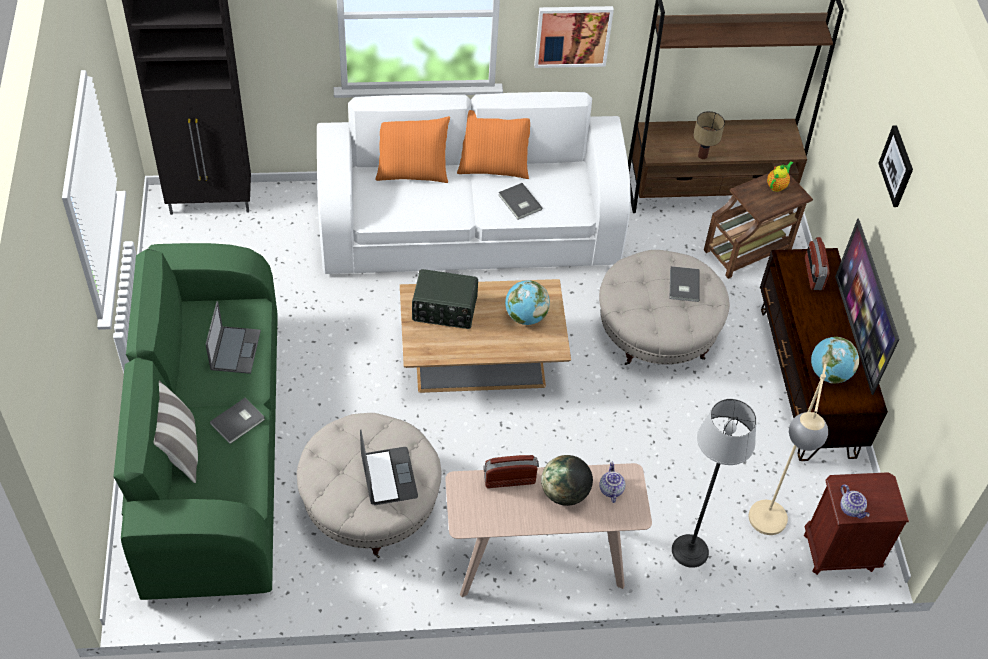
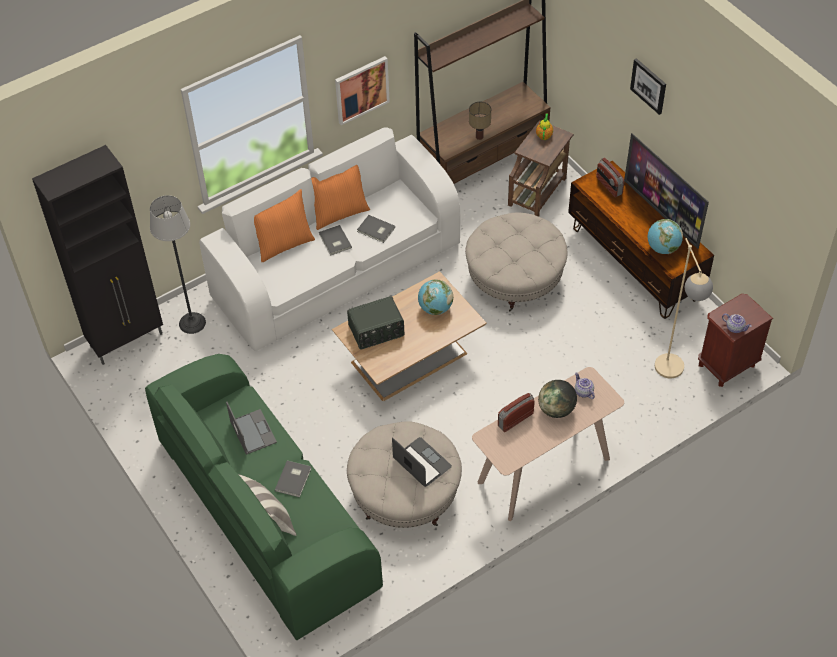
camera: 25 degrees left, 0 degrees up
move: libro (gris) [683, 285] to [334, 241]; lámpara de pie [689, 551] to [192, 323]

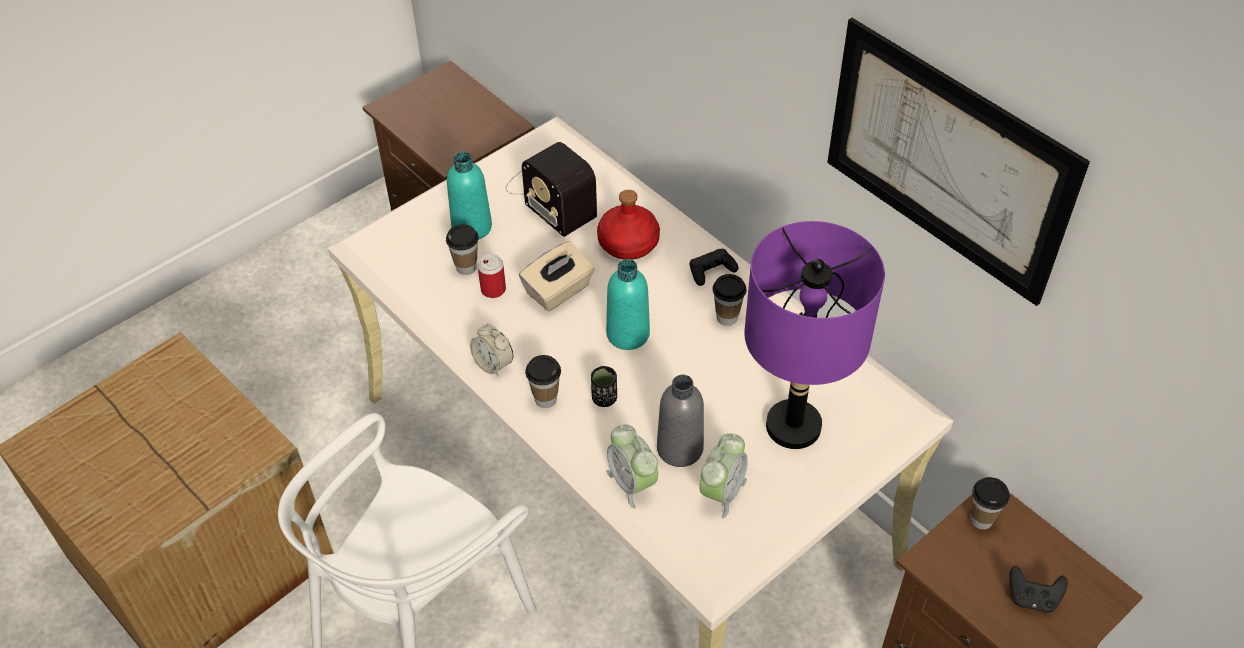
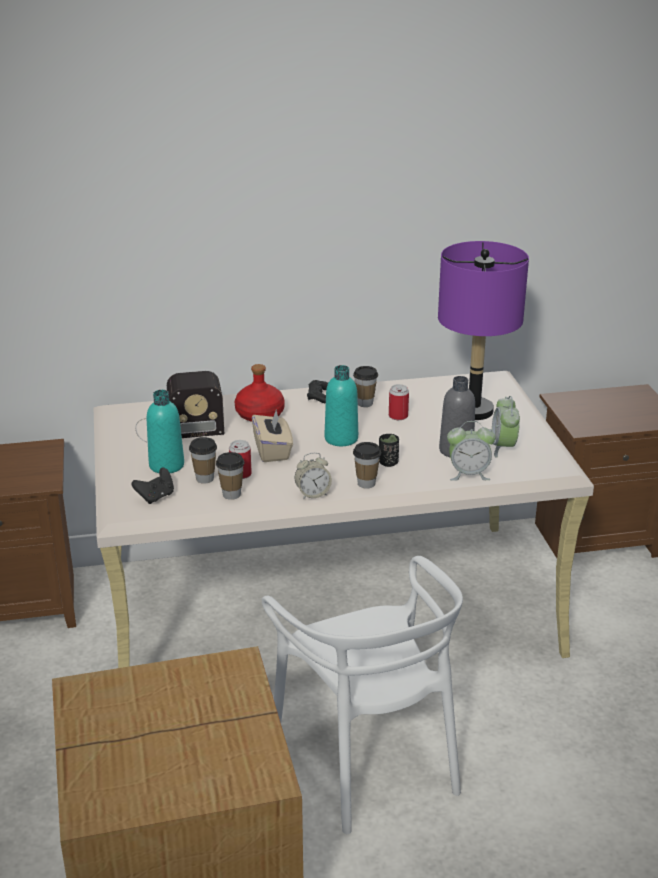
camera: 60 degrees left, 20 degrees down
delete: cuadro [946, 160]
insert: lata [398, 416]
move: taza [981, 519] to [231, 494]; mando de consola (negro) [1032, 598] to [156, 497]
rotate: despertador [722, 492] = [503, 447] 150 degrees counterclockwise

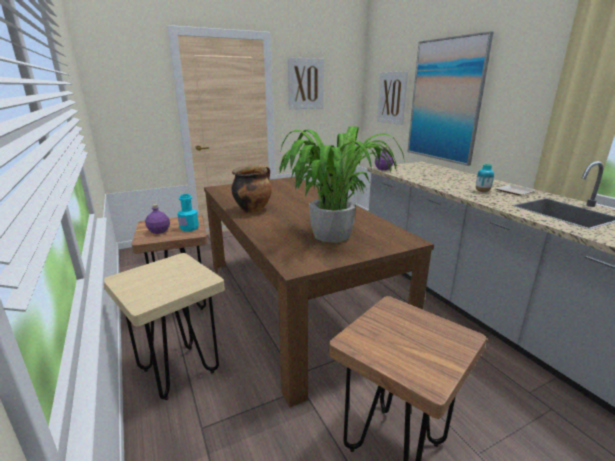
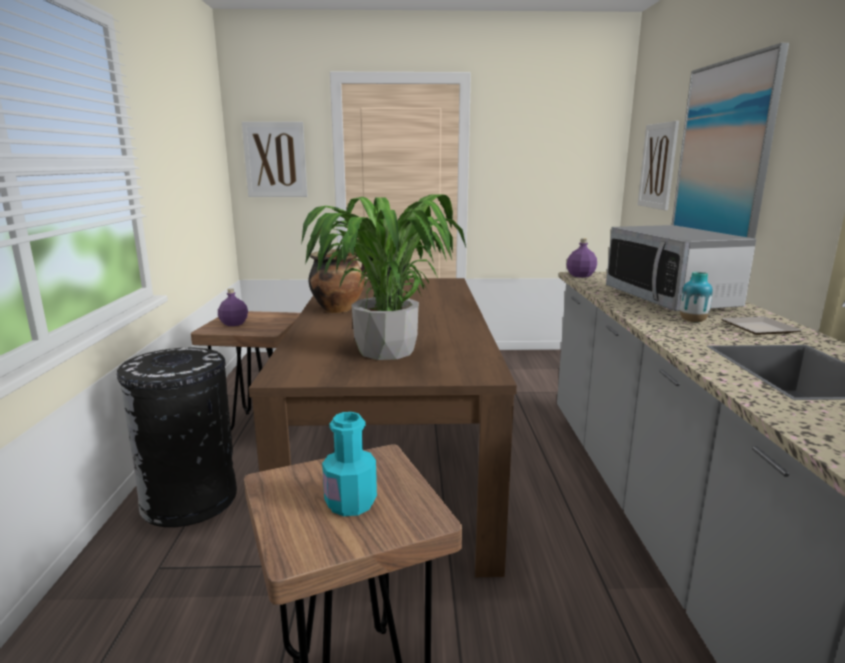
camera: 25 degrees right, 5 degrees down
insert: microondas [670, 299]
move: botella (turquesa) [189, 228] to [351, 503]; cuadro [306, 84] to [275, 160]
replace: taburete (beis) [178, 371] to papelera (negro) [190, 499]

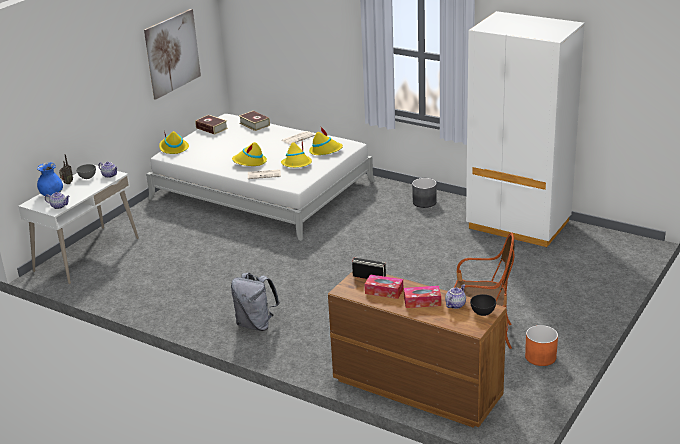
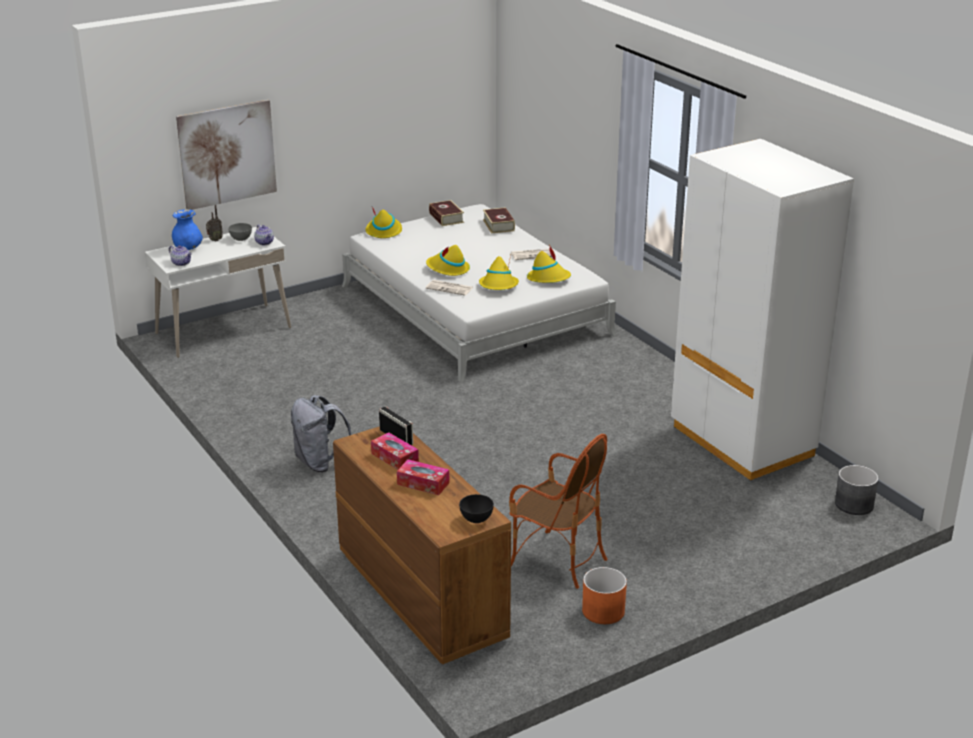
camera: 25 degrees right, 0 degrees up
delete: tetera [455, 304]
move: cuadro [172, 53] to [227, 154]; maceta (gris) [424, 202] to [854, 505]

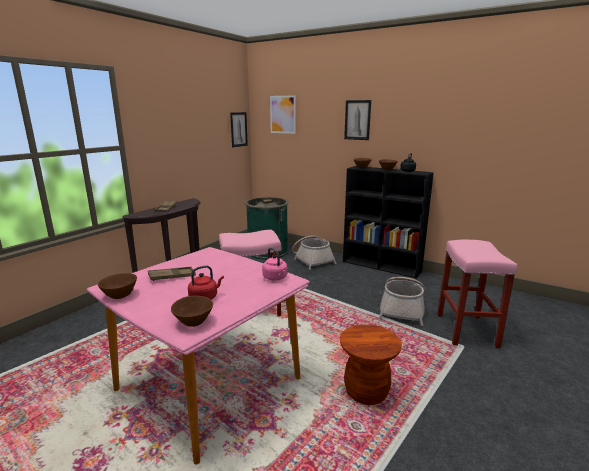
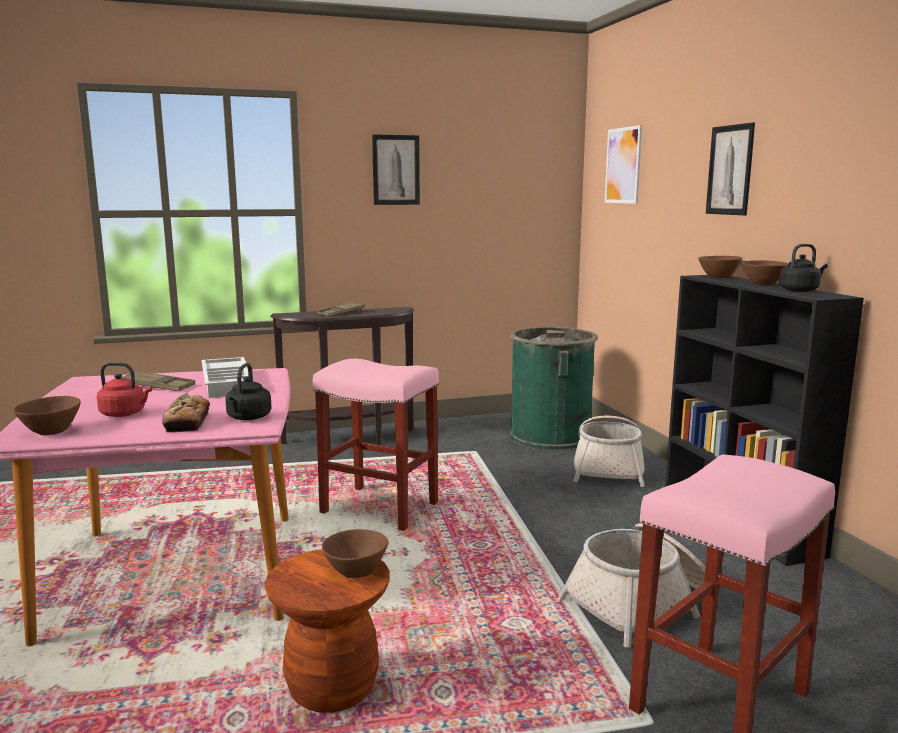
camera: 40 degrees right, 5 degrees down
insert: pan [187, 422]; bandeja (blanco) [228, 383]
move: cuenco (marrón) [119, 295] to [355, 570]; cuadro [238, 129] to [396, 170]
recolor: hervidor (rosa) [275, 278] to hervidor (negro) [248, 418]

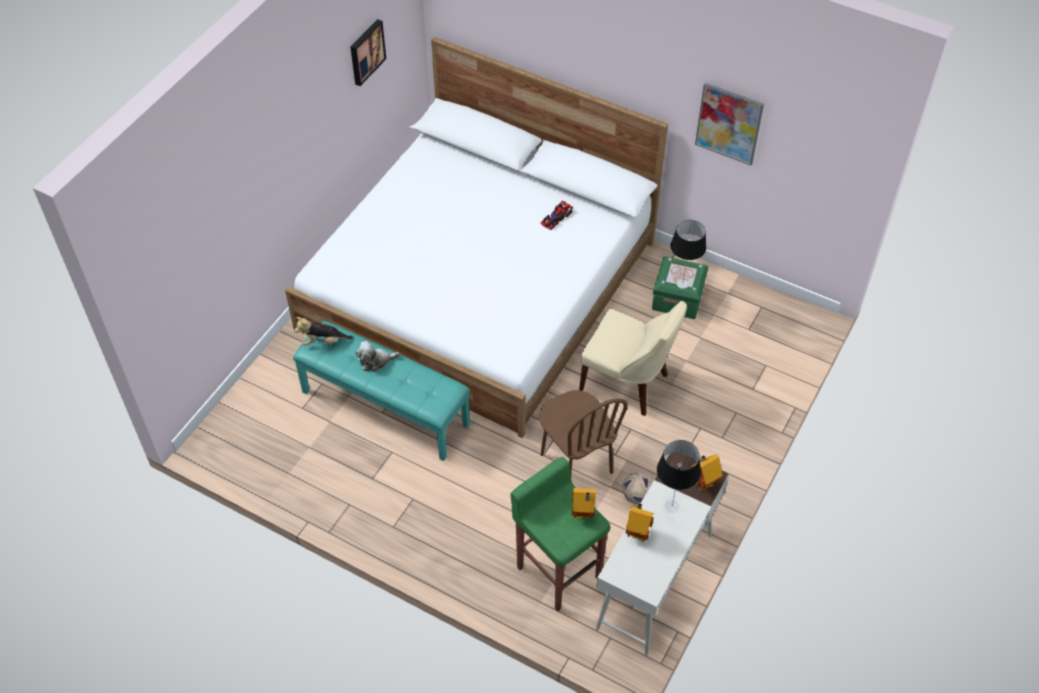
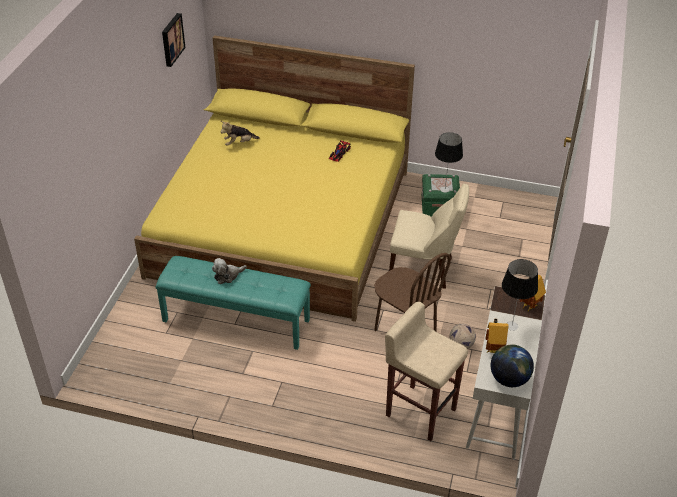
camera: 15 degrees left, 10 degrees down
delete: casita [583, 515]; cuadro [729, 123]
insert: globo terráqueo [509, 379]
move: peluche [323, 341] to [239, 143]
recolor: cama (blanco) [479, 285] to cama (amarillo) [283, 222]; taburete (verde) [558, 571] to taburete (beis) [420, 411]

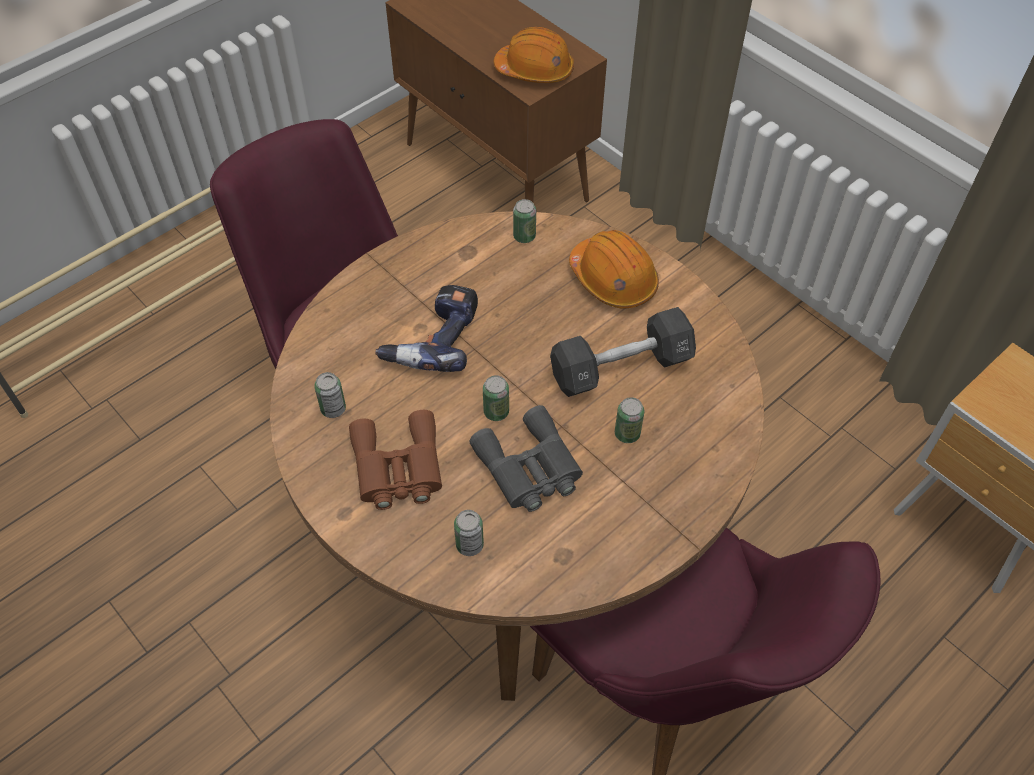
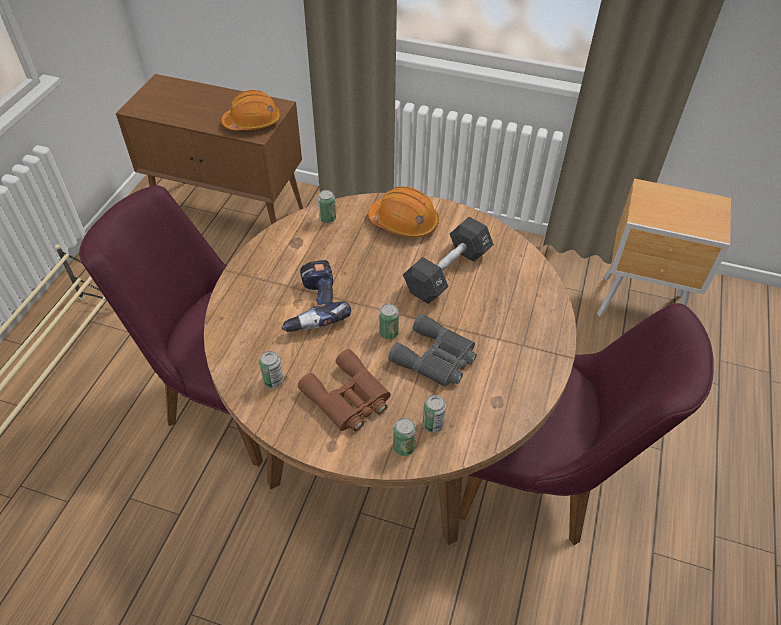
camera: 30 degrees left, 5 degrees down
move: lata [627, 434] to [404, 447]

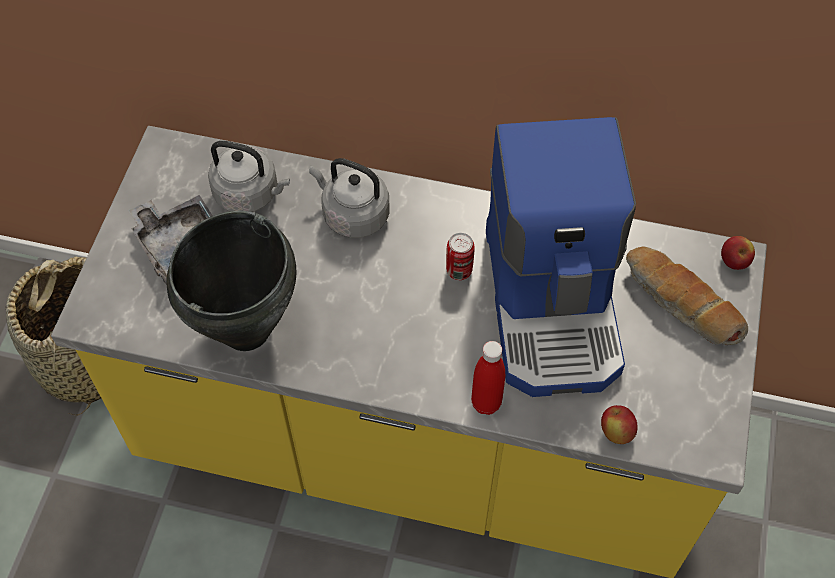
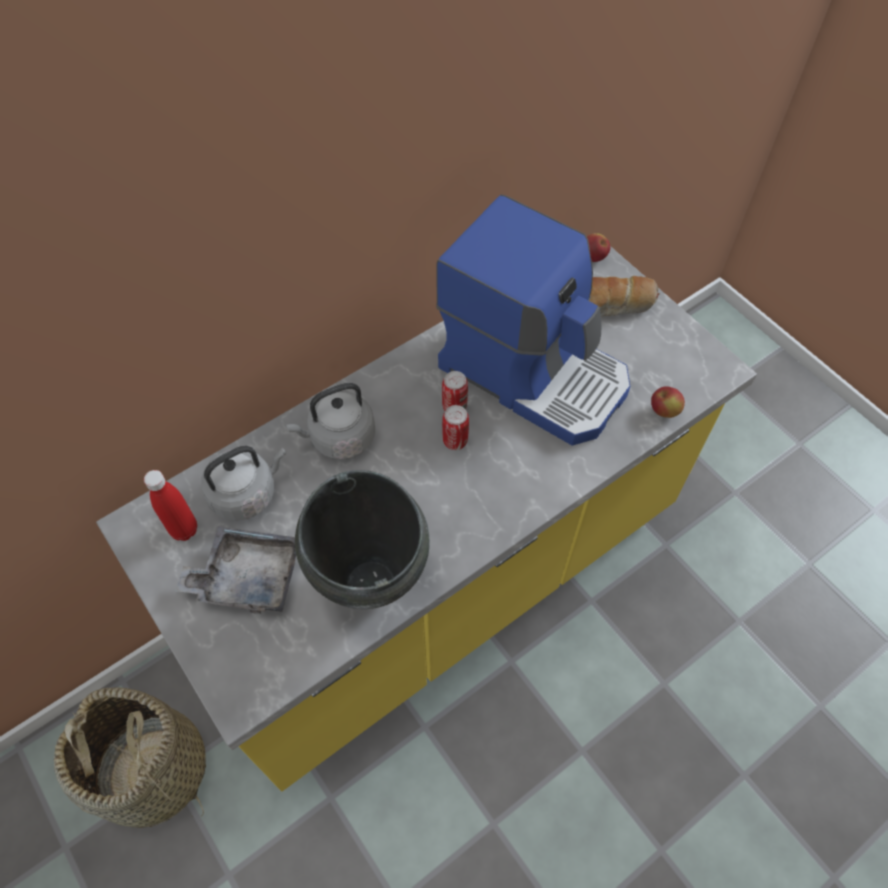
camera: 50 degrees left, 0 degrees up
insert: lata [455, 441]
move: botella (rojo) [486, 403] to [184, 529]

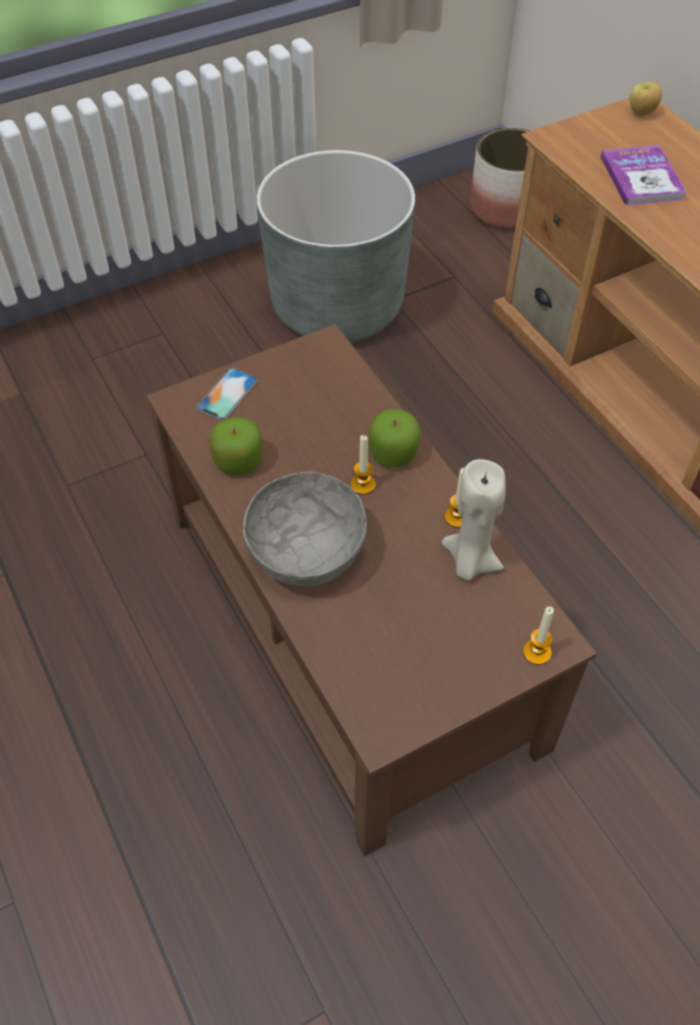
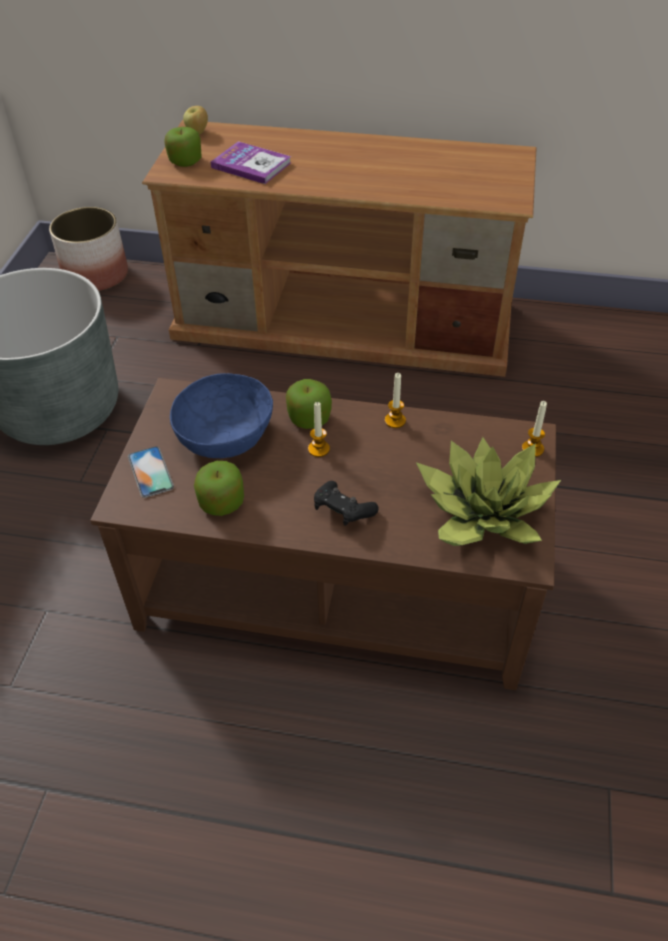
camera: 50 degrees left, 5 degrees down
delete: vela (beis) [470, 562]
insert: manzana [185, 161]; cuenco (azul) [225, 435]; planta en maceta [482, 513]
replace: cuenco (gris) [306, 550] to mando de consola (negro) [343, 511]

